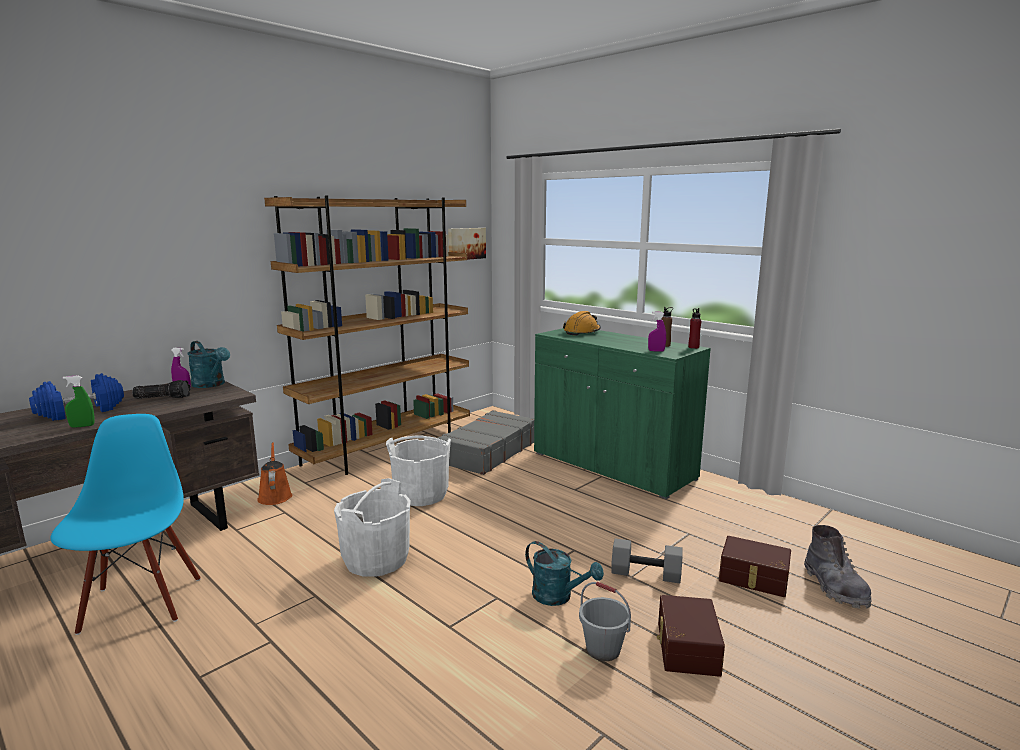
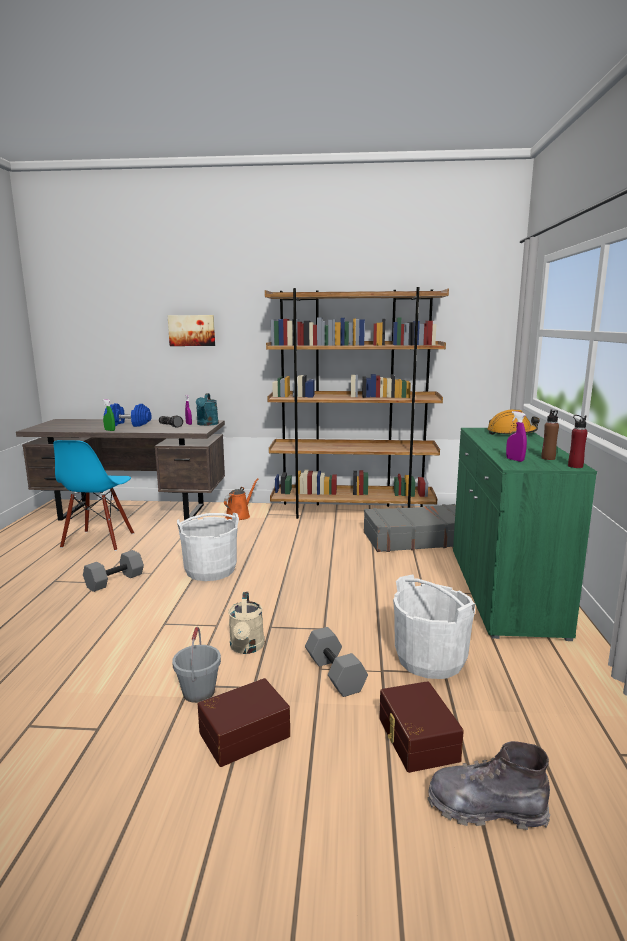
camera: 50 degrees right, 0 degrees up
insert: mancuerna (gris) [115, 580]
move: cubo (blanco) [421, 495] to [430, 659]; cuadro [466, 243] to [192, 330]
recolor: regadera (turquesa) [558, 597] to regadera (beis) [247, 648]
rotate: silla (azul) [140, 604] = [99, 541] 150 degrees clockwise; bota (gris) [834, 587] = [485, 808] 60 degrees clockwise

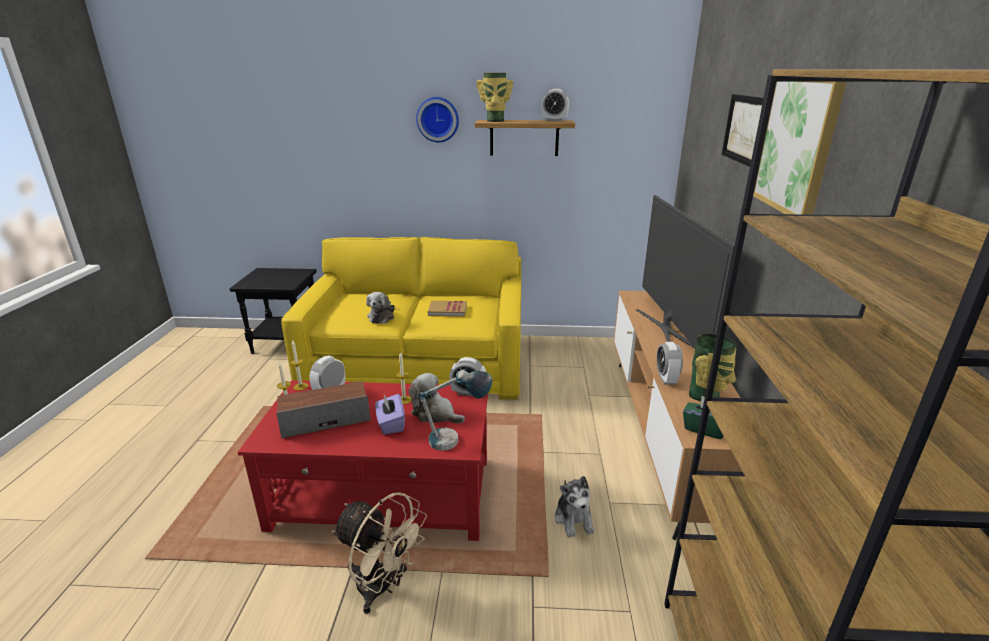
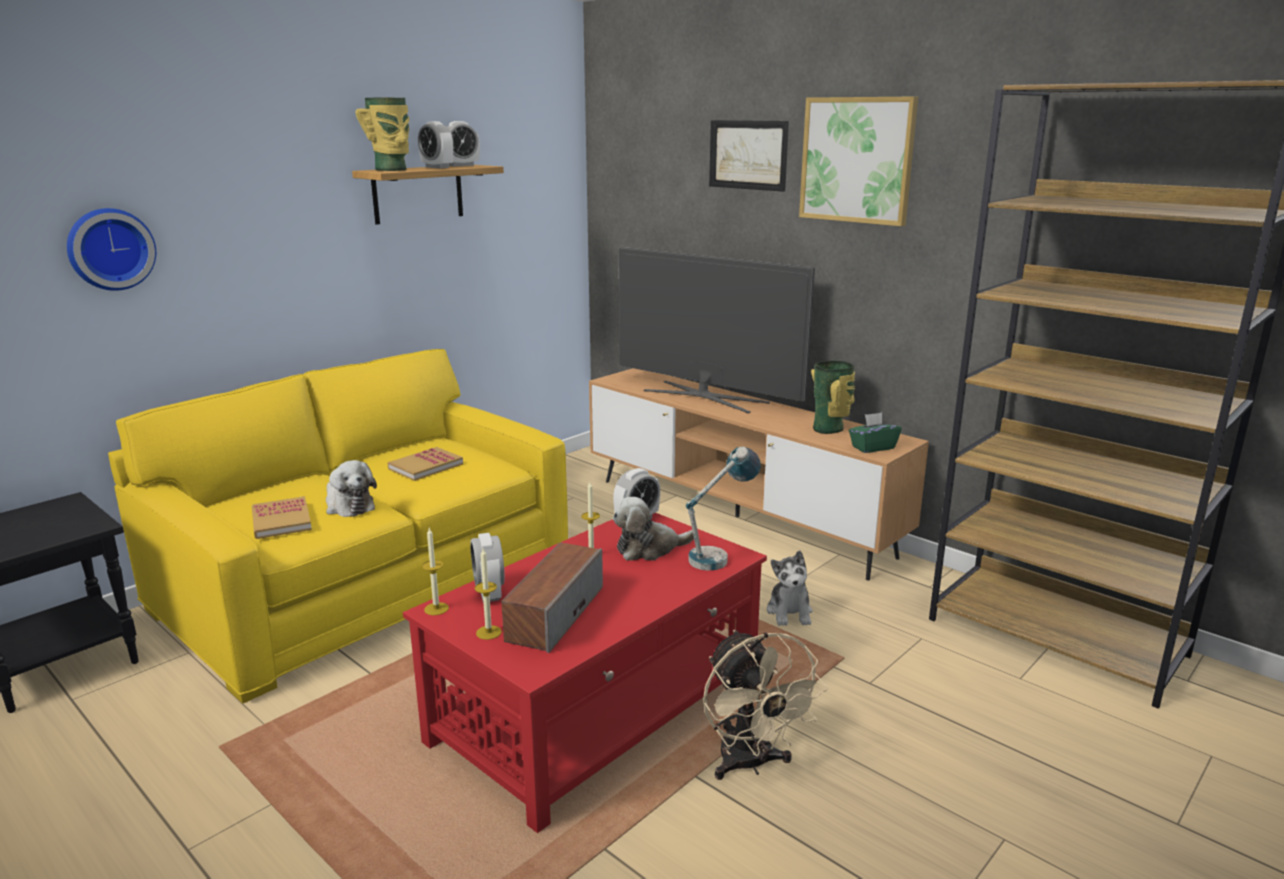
camera: 50 degrees left, 5 degrees down
delete: caja de pañuelos (morado) [391, 424]
insert: libro [281, 521]
move: reloj de pared [438, 119] to [110, 249]; despertador [666, 378] to [437, 167]
rotate: ventilador (beis) [382, 587] = [750, 764] 90 degrees clockwise; peluche [574, 519] = [790, 612] 60 degrees clockwise

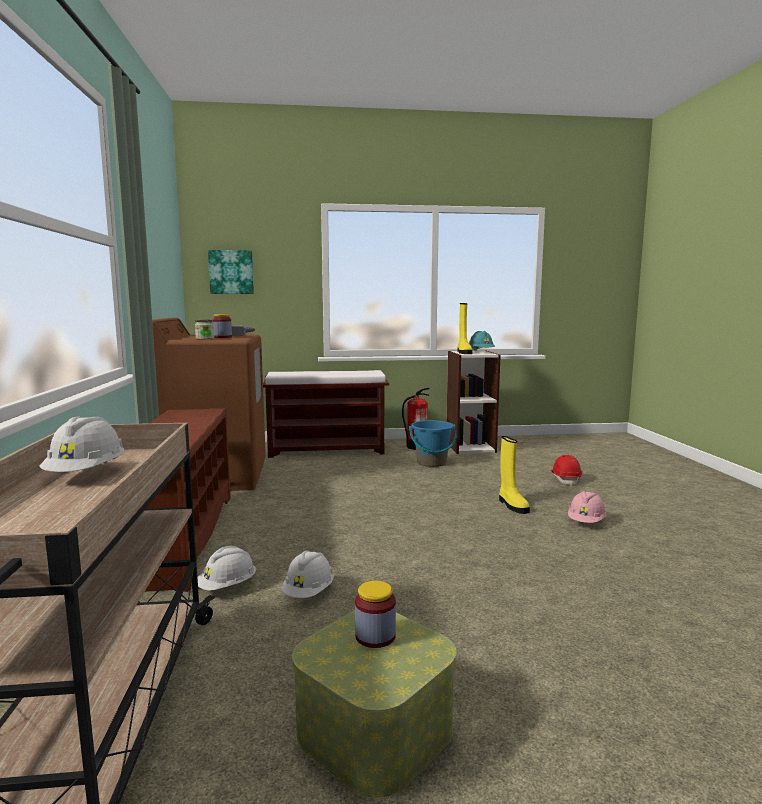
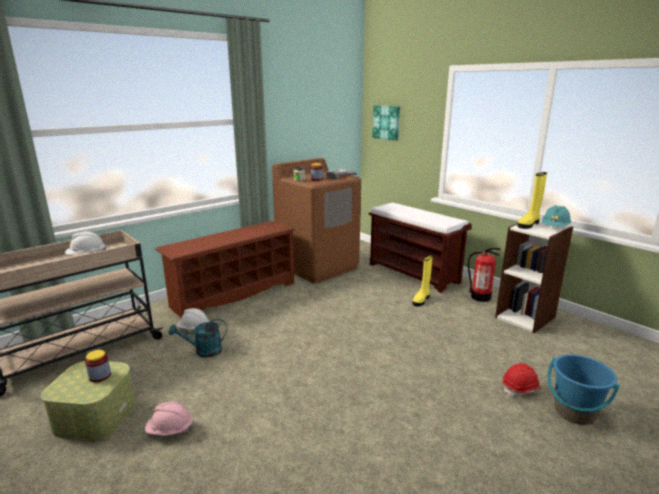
camera: 55 degrees right, 10 degrees up
move: cubo (azul) [431, 463] to [574, 412]; bota (amarillo) [512, 505] to [421, 300]; casco (rosa) [586, 522] to [170, 430]
replace: casco (blanco) [308, 592] to regadera (turquesa) [203, 351]

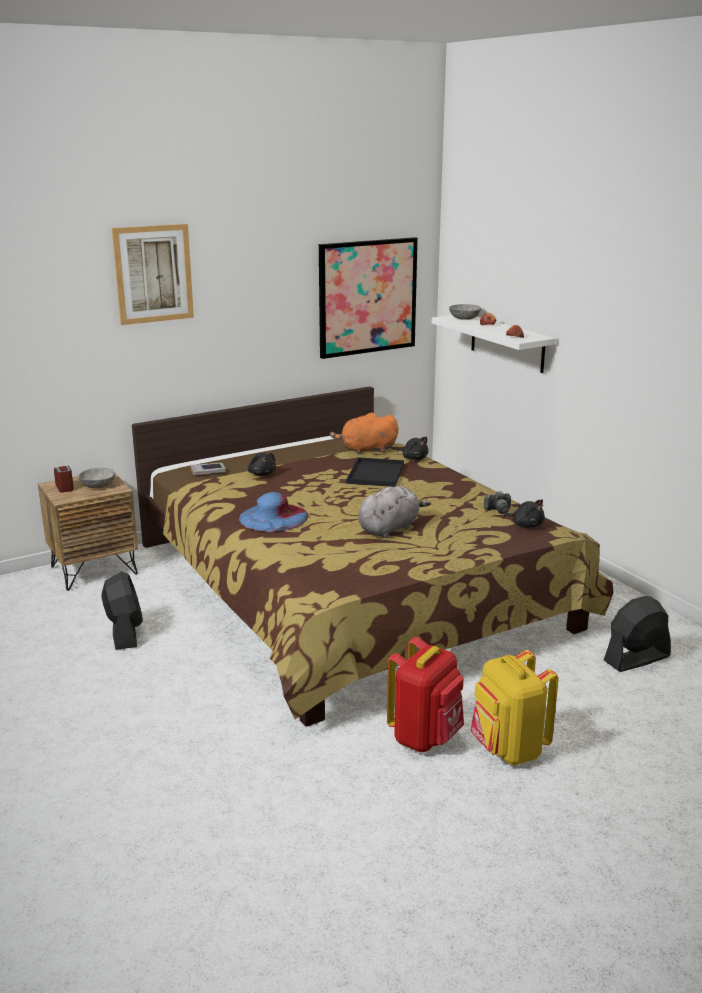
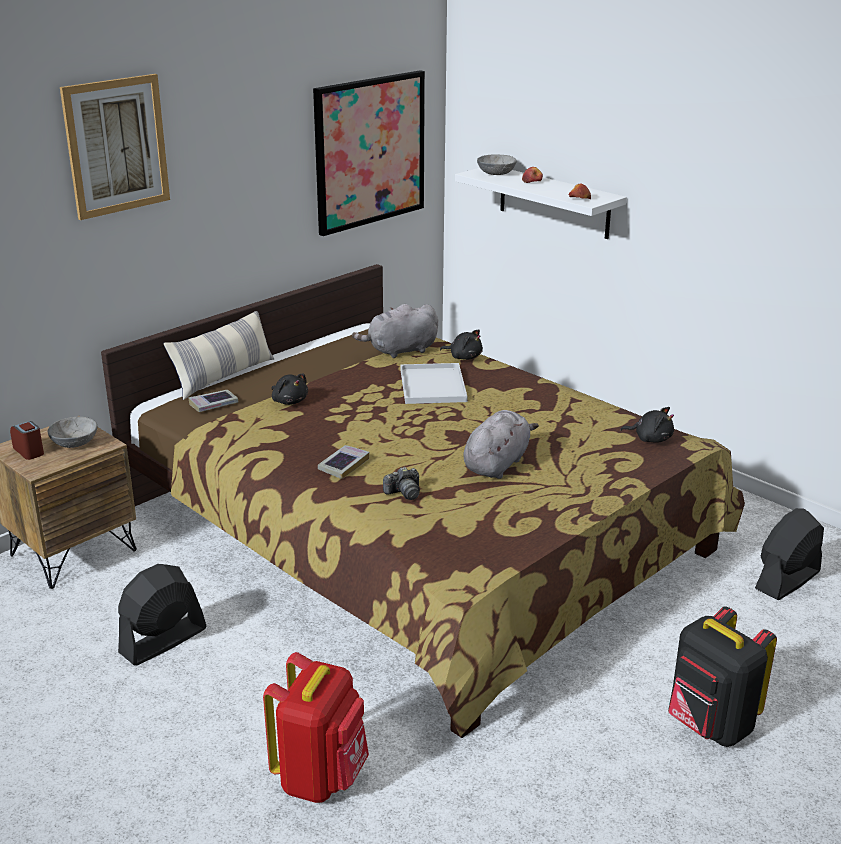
camera: 15 degrees left, 5 degrees up
insert: cojín [224, 377]
move: mochila (rojo) [425, 737] to [321, 777]; cámara [498, 510] to [404, 493]
replace: sombrero (azul) [273, 517] to libro [343, 465]
recolor: peluche (naranja) [366, 450] to peluche (gris) [400, 351]; bandeja (negro) [375, 473] to bandeja (blanco) [431, 384]; mochila (amarillo) [508, 750] to mochila (negro) [709, 726]
rotate: ventilador (negro) [125, 633] = [162, 641] 105 degrees counterclockwise

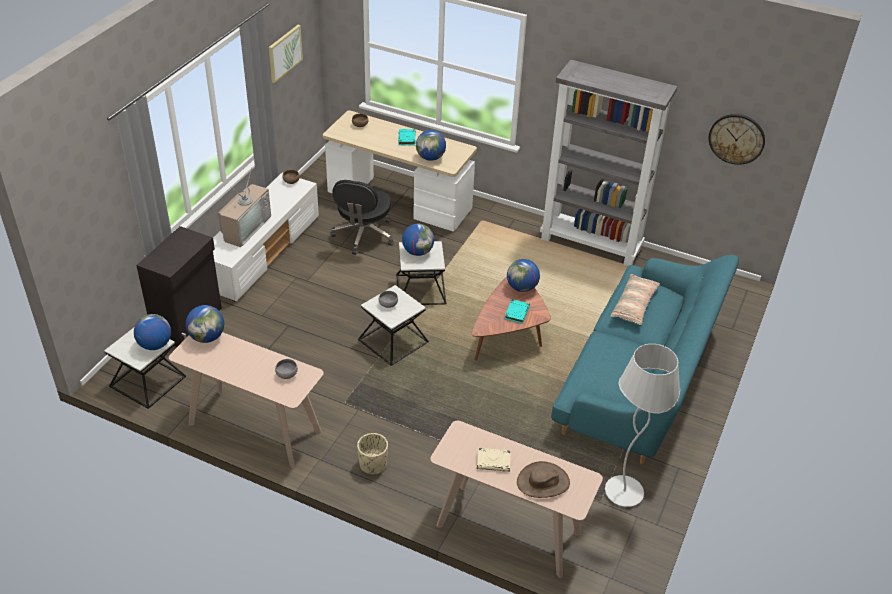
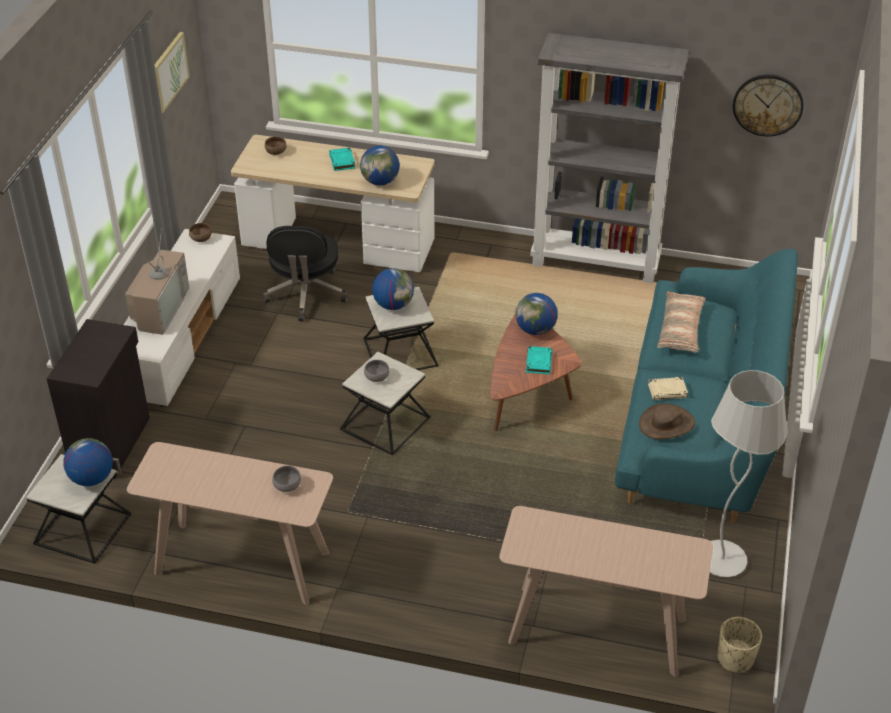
camera: 10 degrees left, 0 degrees up
delete: globo terráqueo [207, 337]
move: maceta (beis) [373, 465] to [735, 659]; libro (beis) [494, 462] to [668, 391]; sombrero (marrón) [543, 482] to [667, 424]

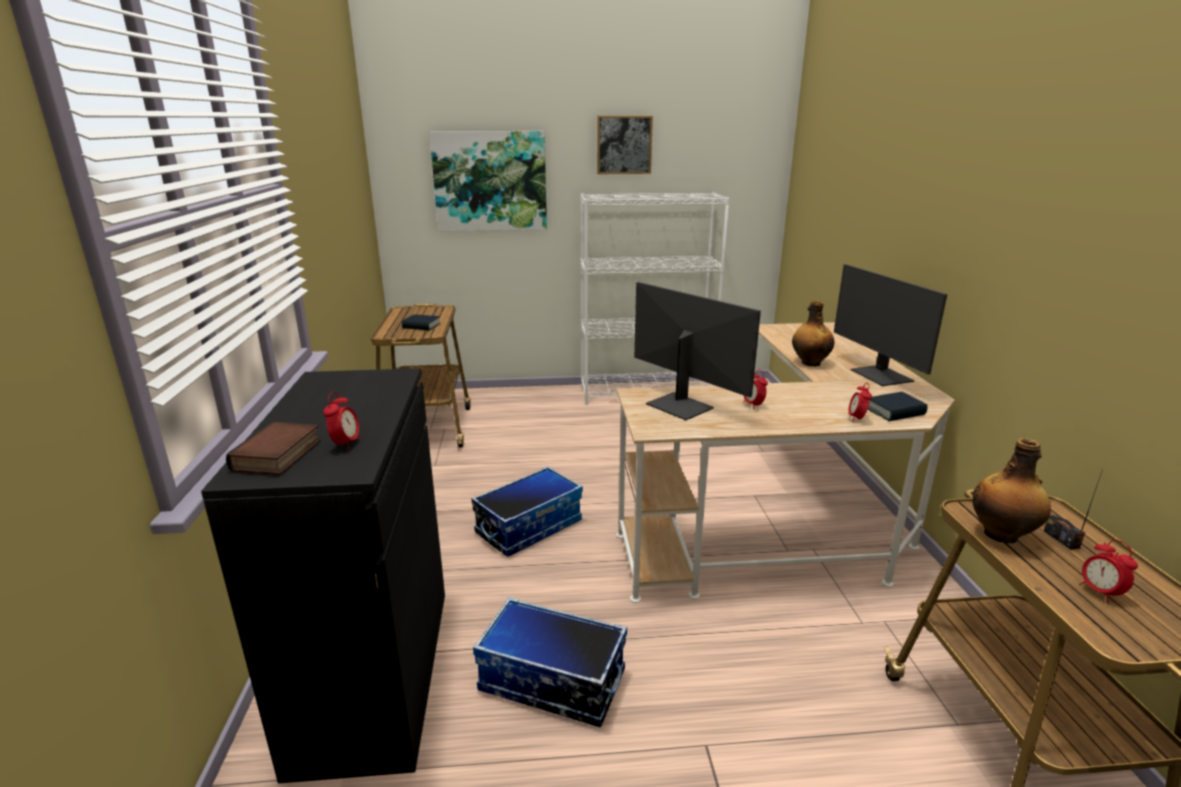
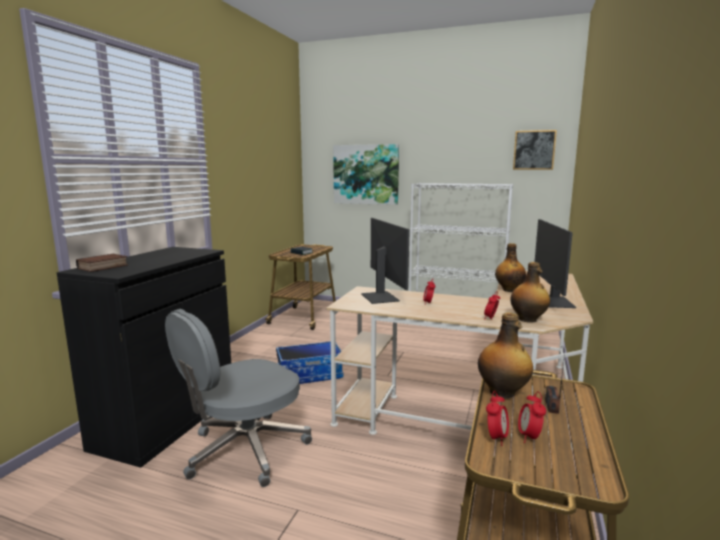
camera: 25 degrees right, 10 degrees down
move: despertador [345, 444] to [496, 438]; cuadro [624, 145] to [534, 150]
replace: caja de almacenaje [551, 682] to silla de oficina (gris) [244, 450]; libro [895, 412] to botella [528, 320]

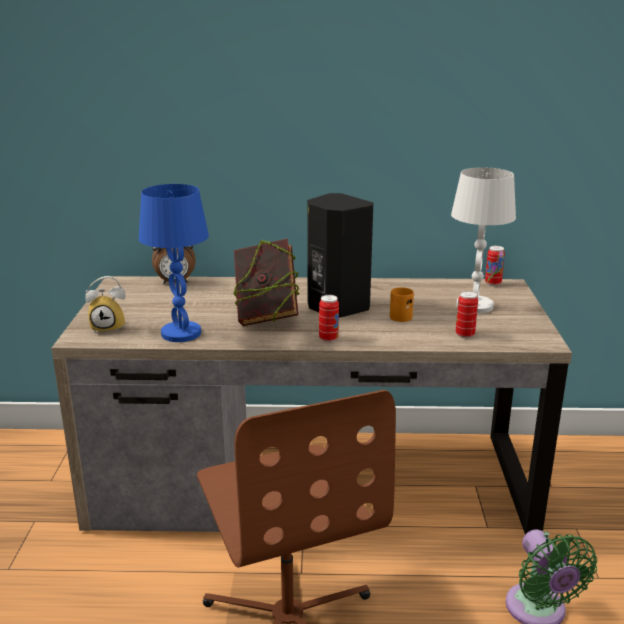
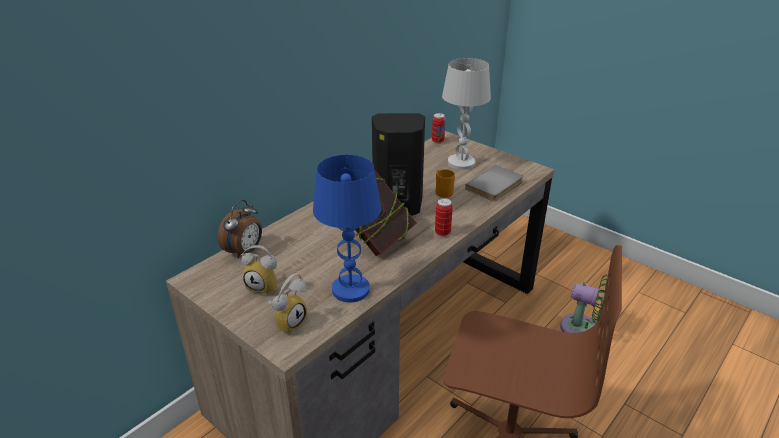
camera: 50 degrees left, 10 degrees up
insert: despertador [265, 286]
replace: lata [465, 335] to libro (gris) [496, 186]

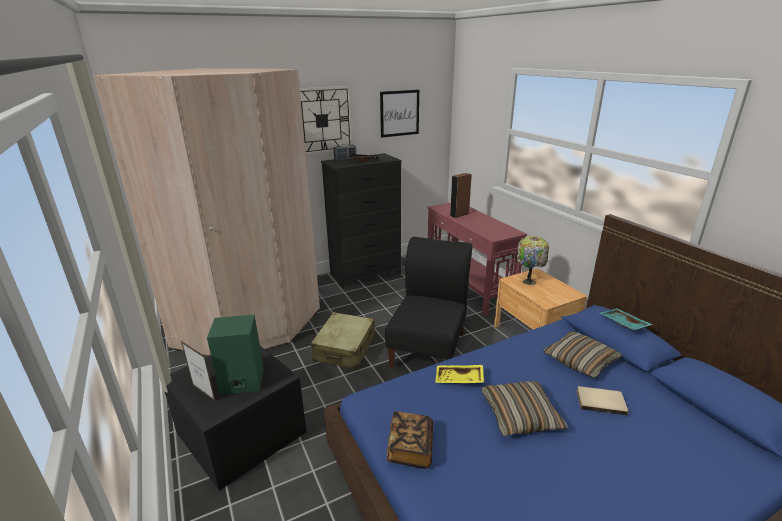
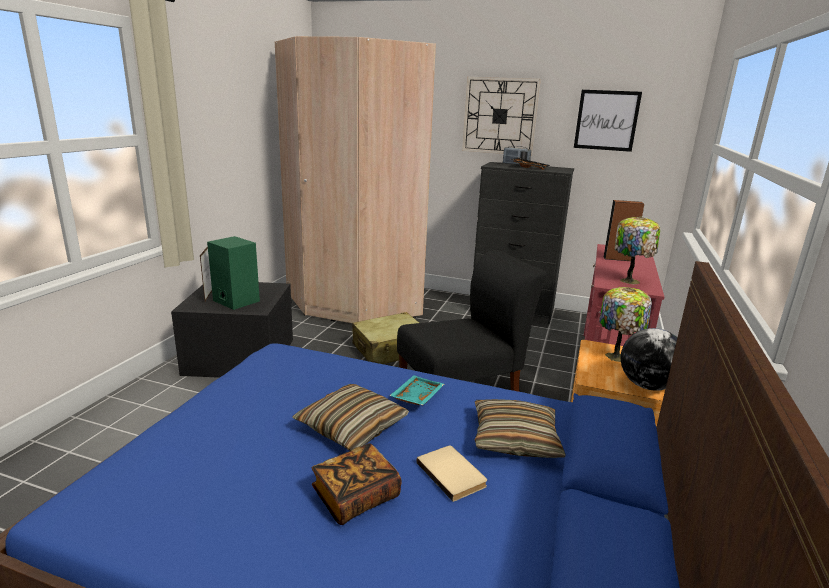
camera: 45 degrees right, 5 degrees down
delete: bandeja (amarillo) [459, 380]
insert: lámpara de mesa [629, 280]; globo terráqueo [647, 386]
move: libro [410, 448] to [356, 497]; bandeja (turquesa) [622, 324] to [416, 397]

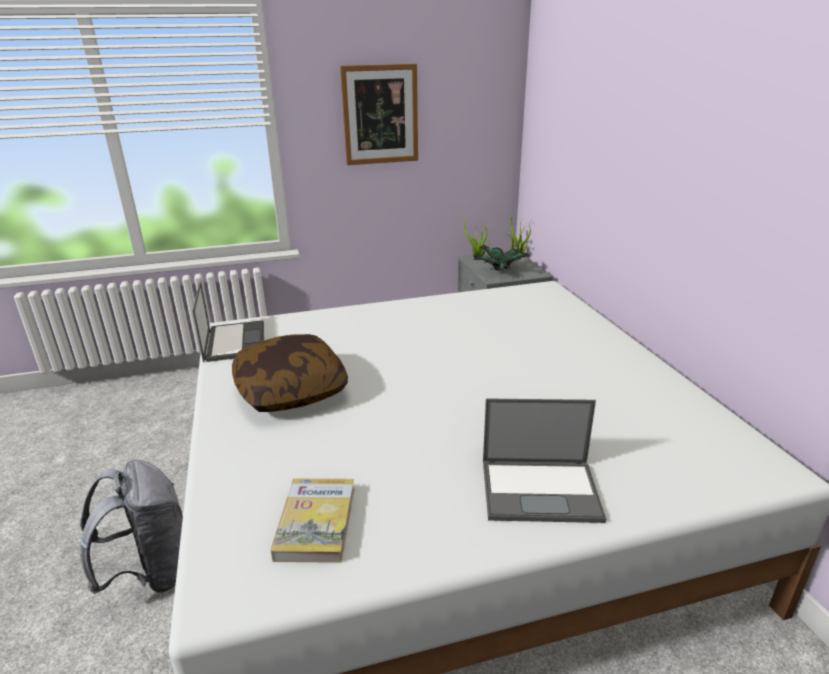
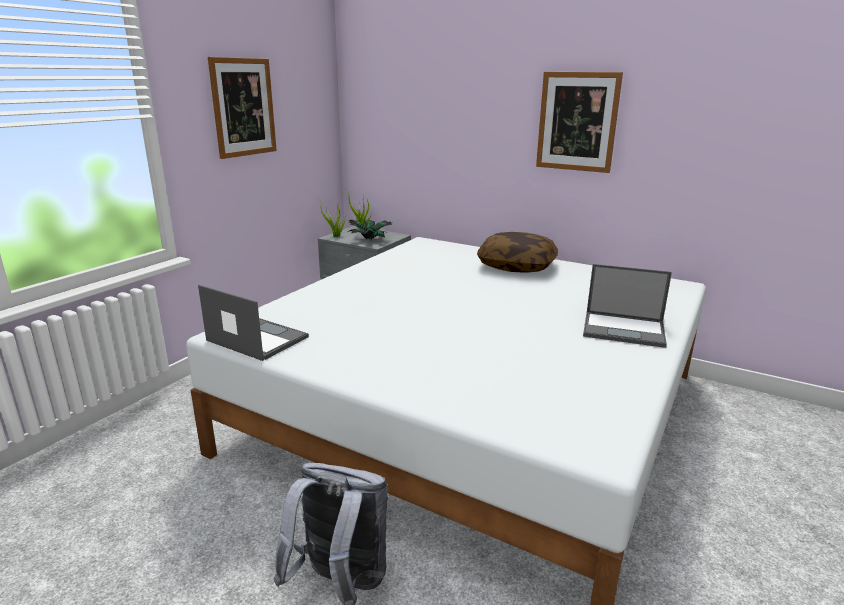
camera: 45 degrees left, 5 degrees down
delete: libro [316, 522]
insert: cuadro [577, 122]
move: cojín [291, 390] to [516, 266]
rotate: portátil [541, 489] = [624, 329] 60 degrees clockwise

